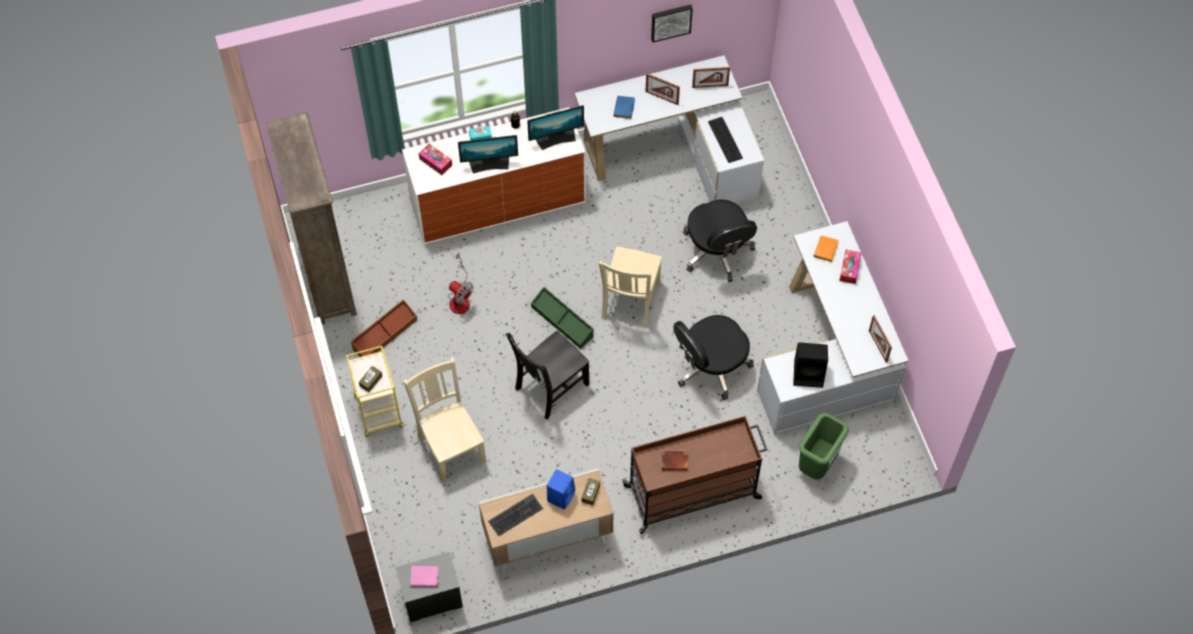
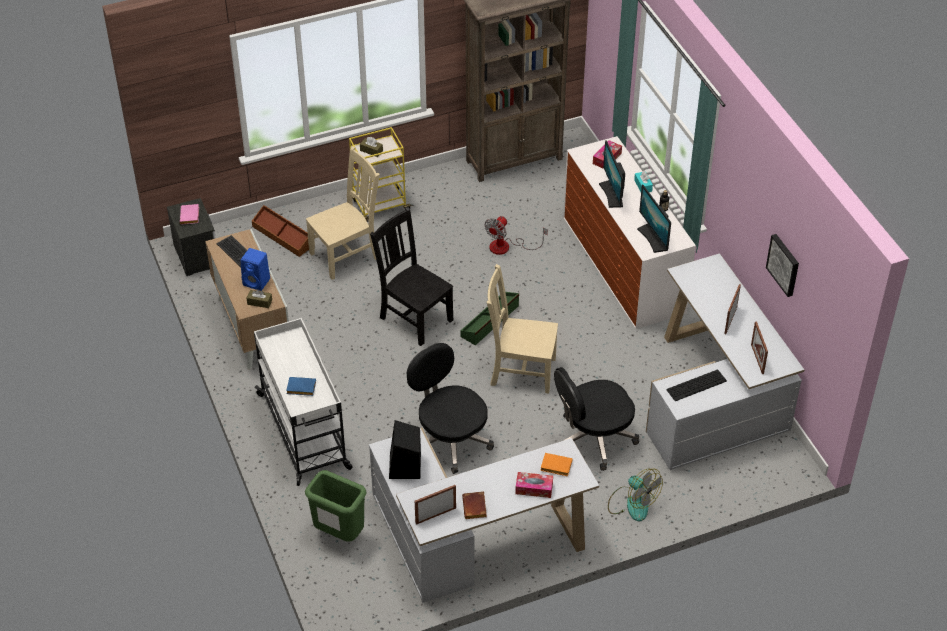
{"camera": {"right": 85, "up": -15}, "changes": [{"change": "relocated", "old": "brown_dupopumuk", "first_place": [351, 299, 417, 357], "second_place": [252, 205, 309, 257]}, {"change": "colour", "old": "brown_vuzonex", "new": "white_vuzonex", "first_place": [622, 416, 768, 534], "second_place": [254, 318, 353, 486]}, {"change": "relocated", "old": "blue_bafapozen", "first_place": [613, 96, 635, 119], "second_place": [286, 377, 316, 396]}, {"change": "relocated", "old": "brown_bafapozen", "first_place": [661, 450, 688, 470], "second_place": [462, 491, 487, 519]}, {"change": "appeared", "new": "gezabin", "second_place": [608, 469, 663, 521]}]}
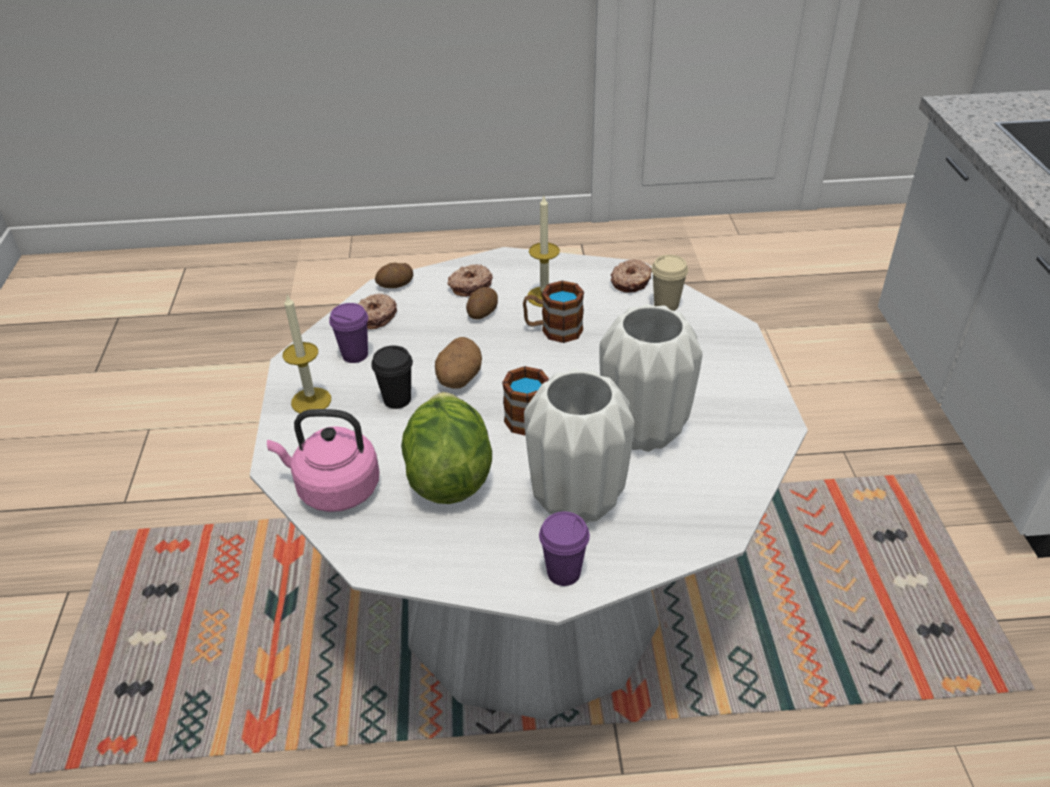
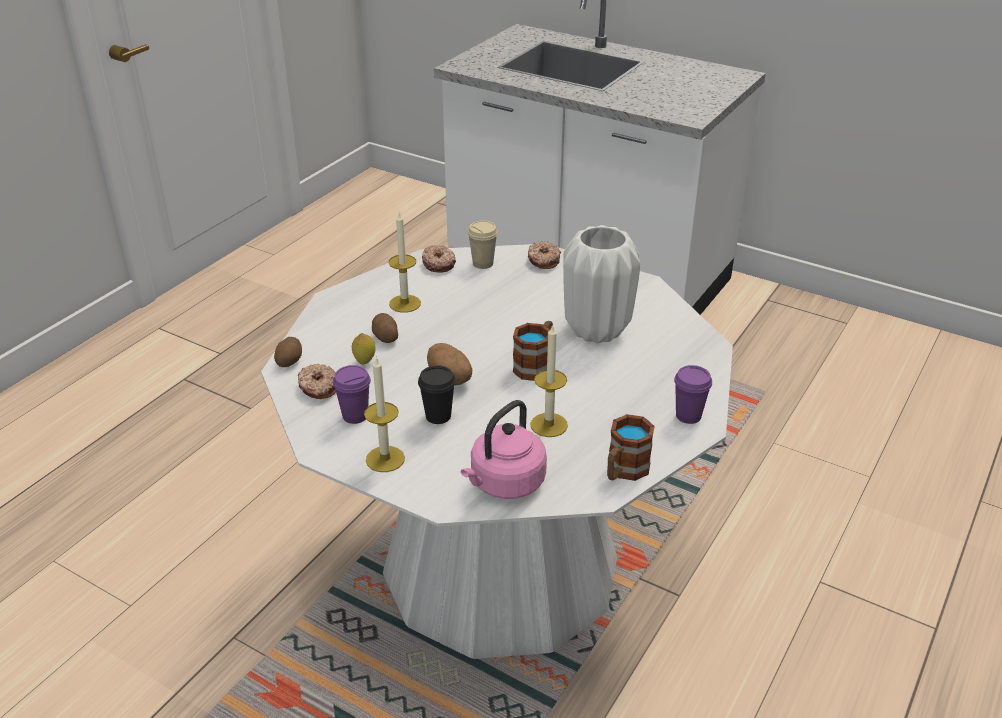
{"camera": {"right": -55, "up": -5}, "changes": [{"change": "appeared", "new": "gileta", "second_place": [352, 333, 376, 364]}, {"change": "relocated", "old": "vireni", "first_place": [447, 264, 493, 297], "second_place": [528, 241, 561, 269]}, {"change": "exchanged", "old": "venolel", "new": "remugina", "first_place": [401, 392, 492, 504], "second_place": [530, 324, 568, 437]}, {"change": "relocated", "old": "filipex", "first_place": [523, 281, 584, 343], "second_place": [607, 414, 655, 481]}, {"change": "missing", "old": "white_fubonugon", "first_place": [524, 369, 635, 523]}]}
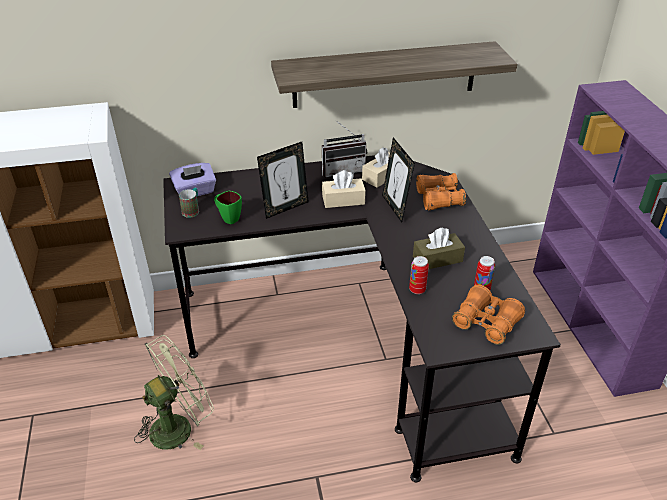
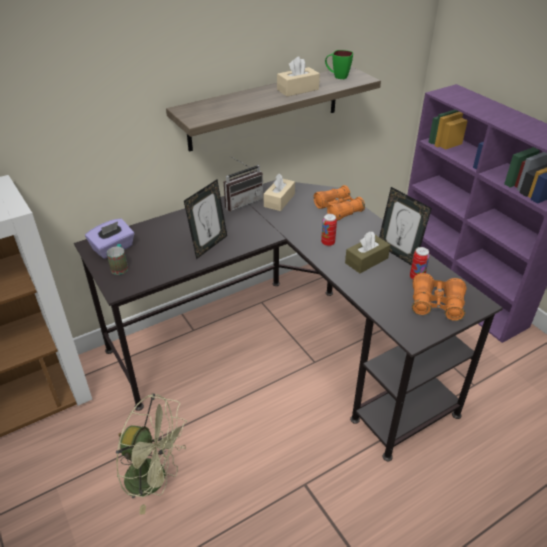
{"camera": {"right": -20, "up": 0}, "changes": [{"change": "spun", "old": "green_gezabin", "first_place": [134, 335, 214, 450], "second_place": [116, 394, 187, 515], "degrees": 75}, {"change": "relocated", "old": "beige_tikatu", "first_place": [322, 170, 366, 208], "second_place": [277, 56, 320, 97]}, {"change": "relocated", "old": "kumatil", "first_place": [409, 256, 429, 294], "second_place": [321, 214, 337, 246]}, {"change": "relocated", "old": "green_filipex", "first_place": [214, 191, 242, 224], "second_place": [325, 50, 353, 79]}, {"change": "relocated", "old": "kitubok", "first_place": [382, 137, 415, 222], "second_place": [379, 187, 432, 266]}]}
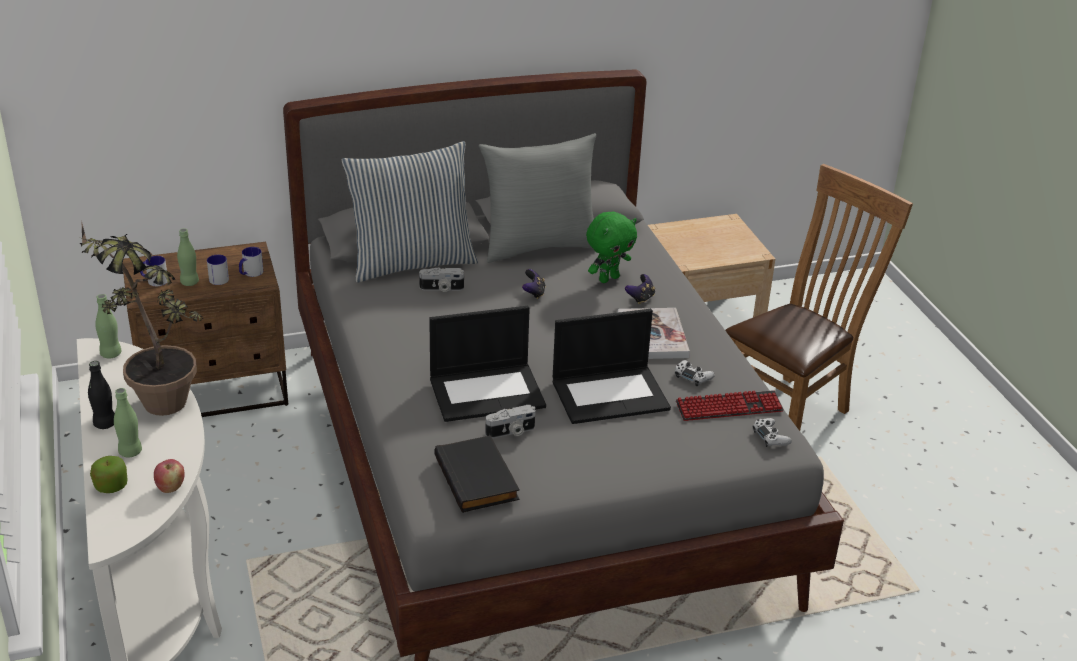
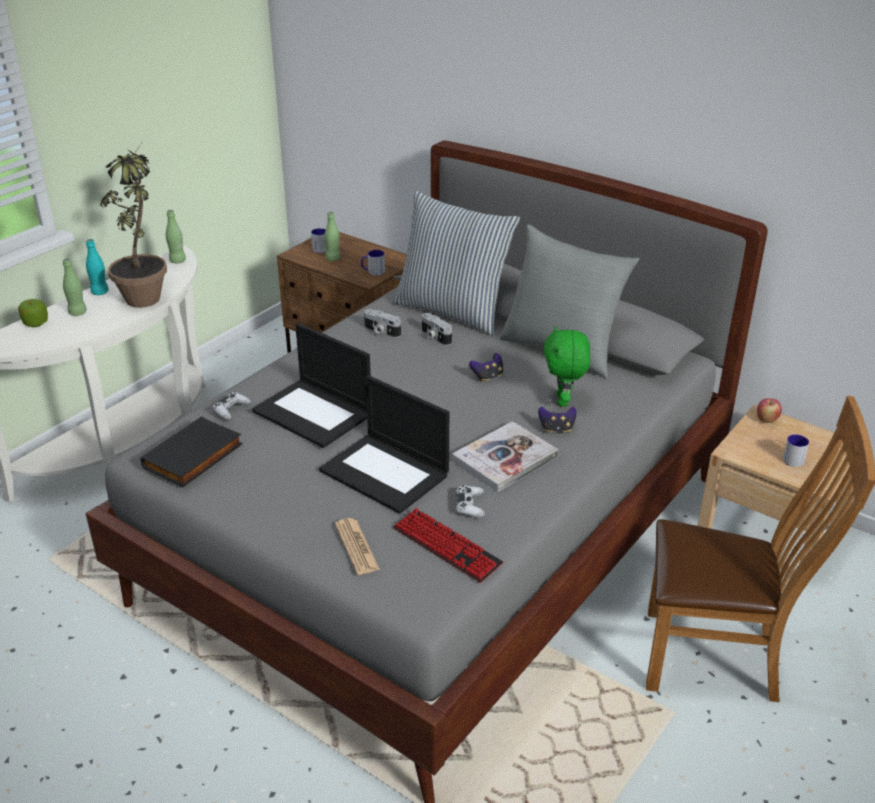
{"camera": {"right": 55, "up": 0}, "changes": [{"change": "colour", "old": "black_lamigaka", "new": "turquoise_lamigaka", "first_place": [88, 361, 115, 429], "second_place": [86, 239, 109, 295]}, {"change": "relocated", "old": "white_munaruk", "first_place": [753, 418, 792, 447], "second_place": [212, 392, 251, 420]}, {"change": "appeared", "new": "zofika", "second_place": [335, 518, 380, 575]}, {"change": "relocated", "old": "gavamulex", "first_place": [485, 405, 535, 438], "second_place": [364, 309, 401, 338]}, {"change": "spun", "old": "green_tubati", "first_place": [586, 212, 637, 283], "second_place": [544, 326, 590, 407], "degrees": 75}, {"change": "relocated", "old": "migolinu", "first_place": [154, 459, 185, 493], "second_place": [757, 398, 782, 423]}, {"change": "relocated", "old": "filipex", "first_place": [207, 255, 229, 285], "second_place": [783, 434, 809, 467]}]}
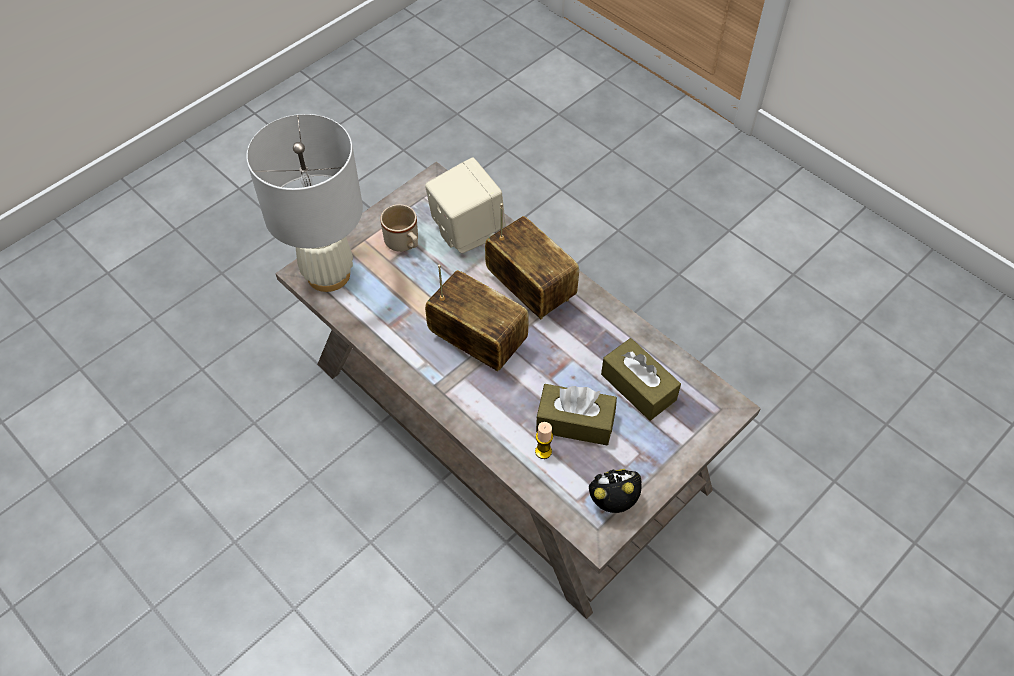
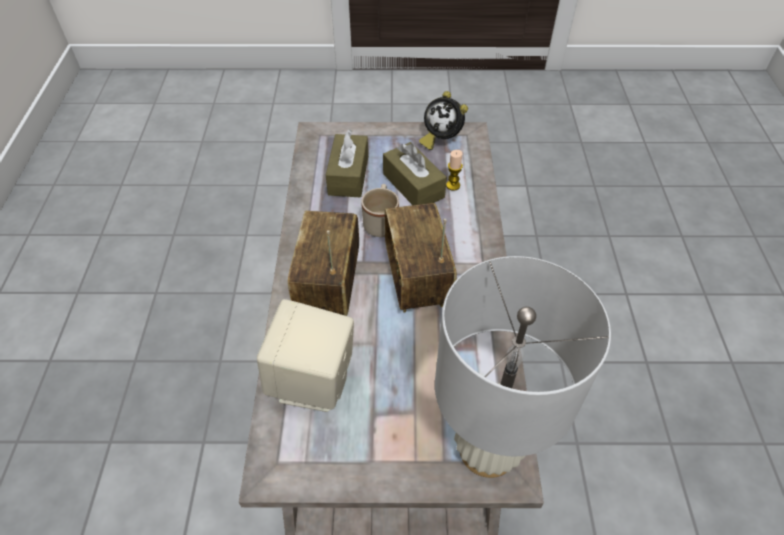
{"camera": {"right": -135, "up": -5}, "changes": [{"change": "relocated", "old": "beige_filipex", "first_place": [380, 204, 418, 252], "second_place": [361, 184, 399, 237]}]}
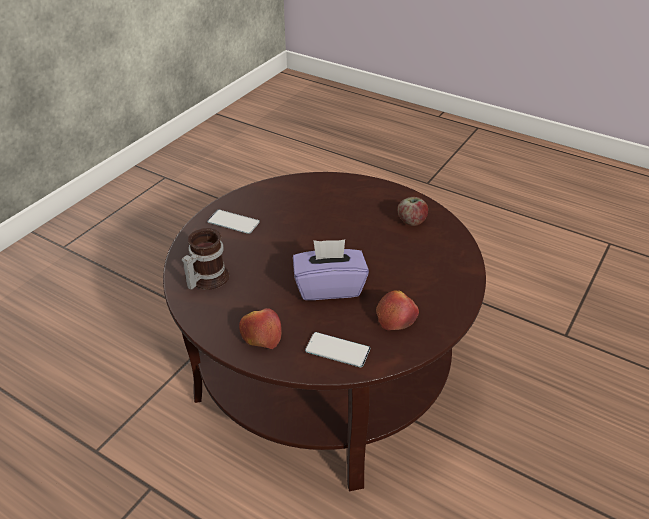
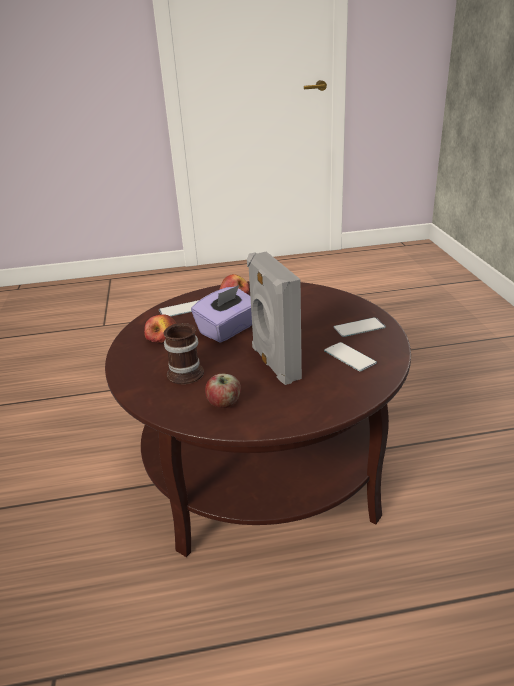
{"camera": {"right": 140, "up": -10}, "changes": [{"change": "relocated", "old": "filipex", "first_place": [182, 228, 229, 290], "second_place": [163, 323, 204, 384]}, {"change": "appeared", "new": "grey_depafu", "second_place": [247, 252, 302, 385]}, {"change": "appeared", "new": "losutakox", "second_place": [324, 342, 377, 372]}]}
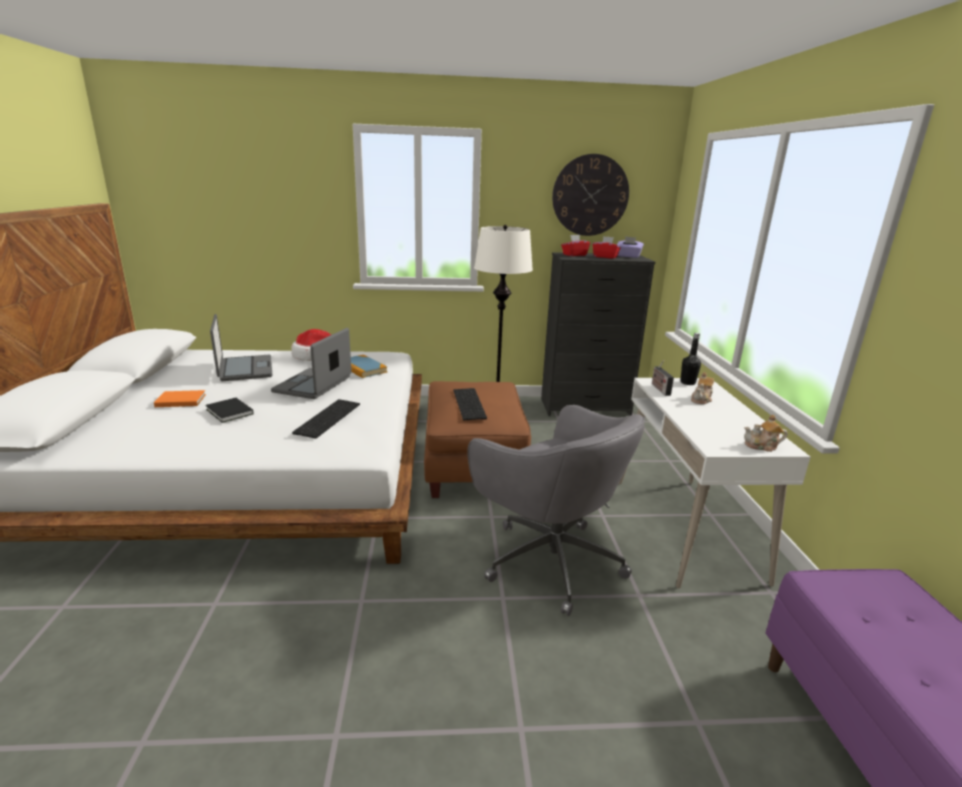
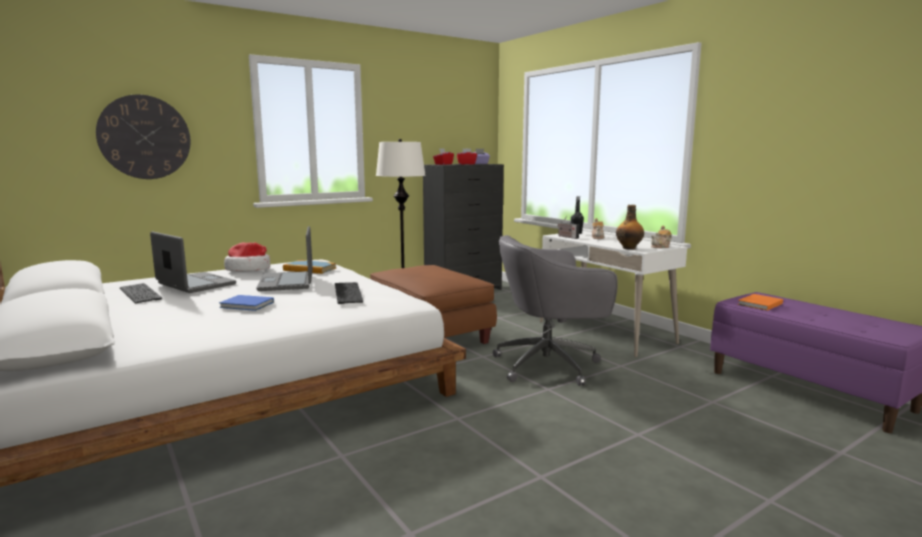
{"camera": {"right": -30, "up": -10}, "changes": [{"change": "relocated", "old": "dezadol", "first_place": [552, 154, 629, 236], "second_place": [96, 94, 190, 179]}, {"change": "relocated", "old": "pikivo", "first_place": [453, 388, 487, 420], "second_place": [120, 283, 162, 303]}, {"change": "colour", "old": "black_bafapozen", "new": "blue_bafapozen", "first_place": [205, 398, 254, 423], "second_place": [219, 295, 274, 311]}, {"change": "spun", "old": "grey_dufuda", "first_place": [467, 405, 645, 616], "second_place": [493, 235, 618, 386], "degrees": 150}, {"change": "appeared", "new": "lamigaka", "second_place": [616, 205, 644, 250]}, {"change": "relocated", "old": "orange_bafapozen", "first_place": [154, 390, 206, 407], "second_place": [738, 294, 783, 311]}]}
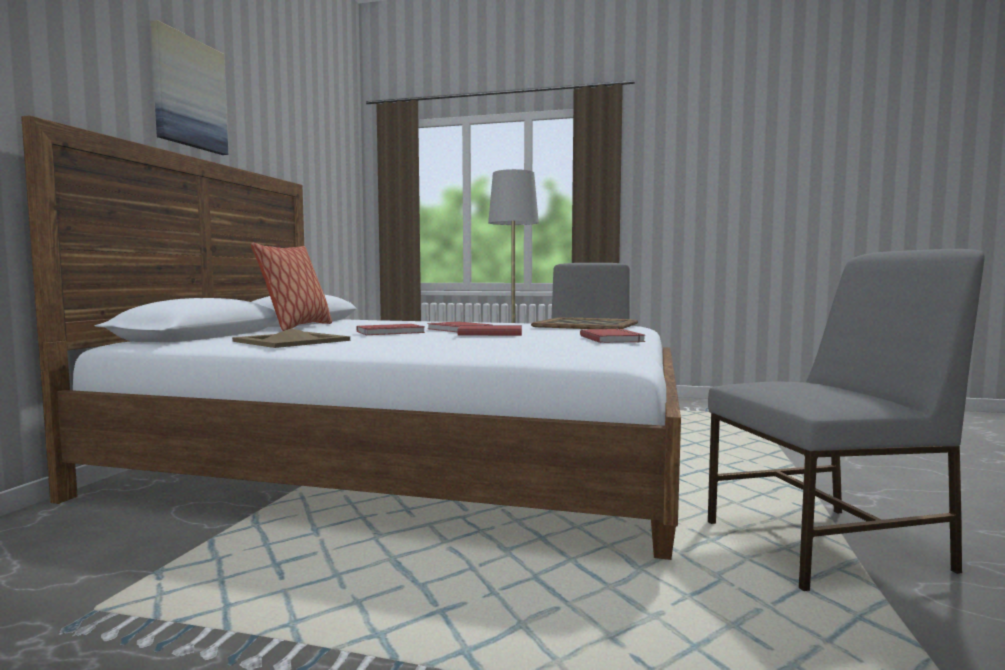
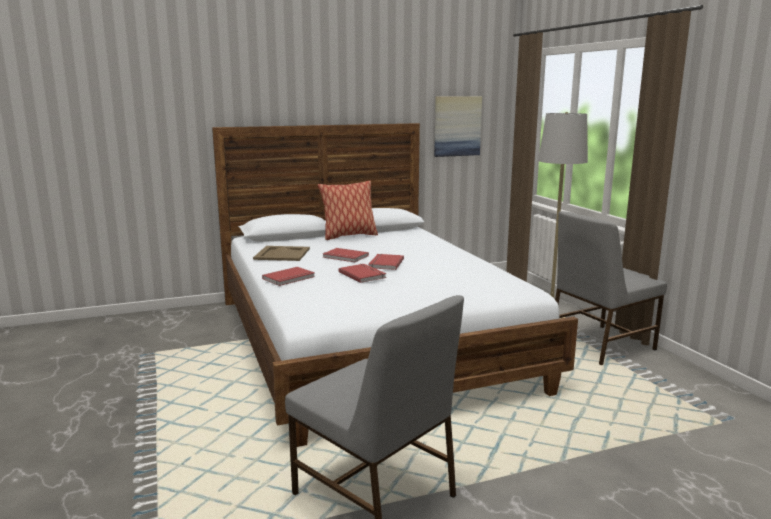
{"camera": {"right": 55, "up": 10}, "changes": [{"change": "relocated", "old": "red_bafapozen", "first_place": [580, 329, 646, 343], "second_place": [262, 267, 315, 286]}, {"change": "relocated", "old": "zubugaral", "first_place": [151, 20, 228, 155], "second_place": [434, 96, 482, 157]}, {"change": "missing", "old": "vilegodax", "first_place": [531, 317, 638, 329]}]}
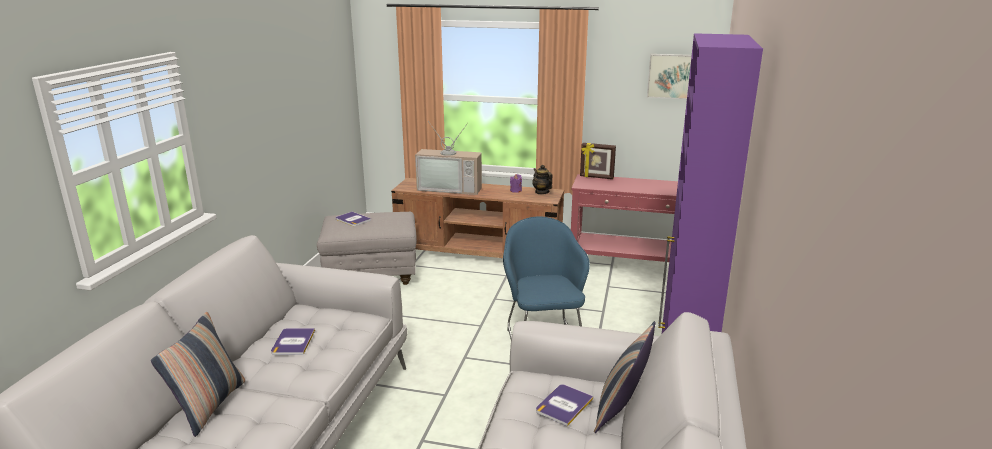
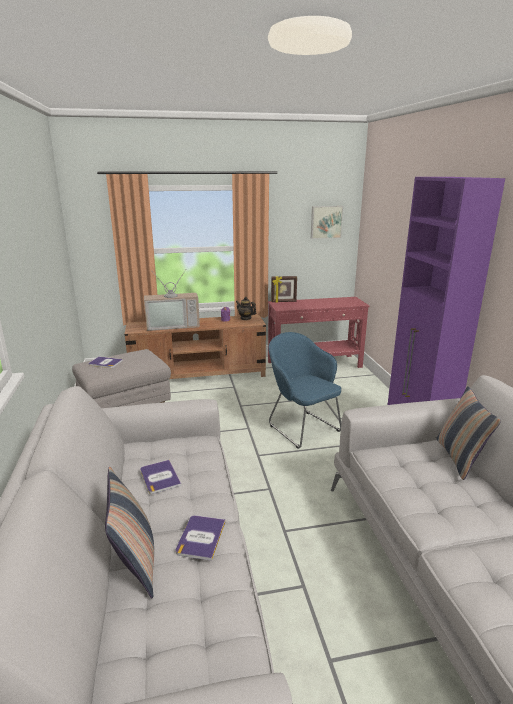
{"camera": {"right": -25, "up": 0}, "changes": [{"change": "relocated", "old": "bafapozen", "first_place": [536, 384, 593, 426], "second_place": [176, 515, 225, 561]}]}
